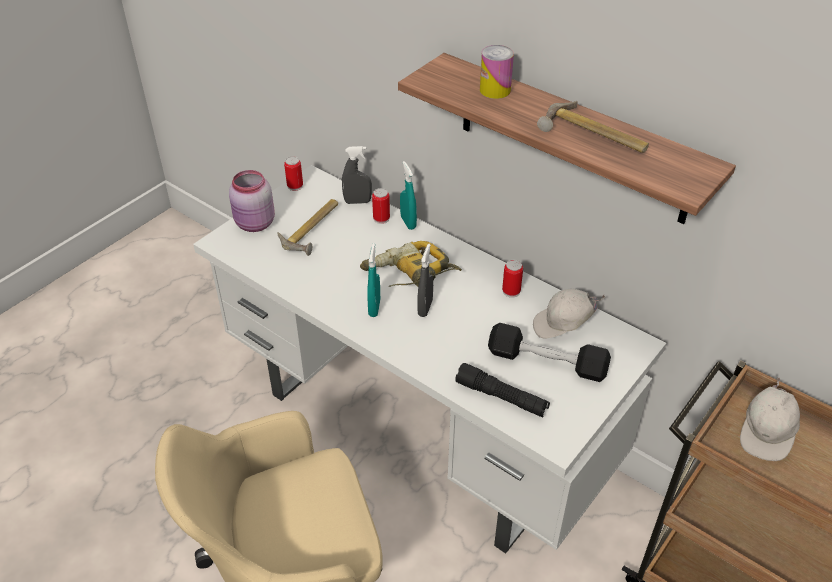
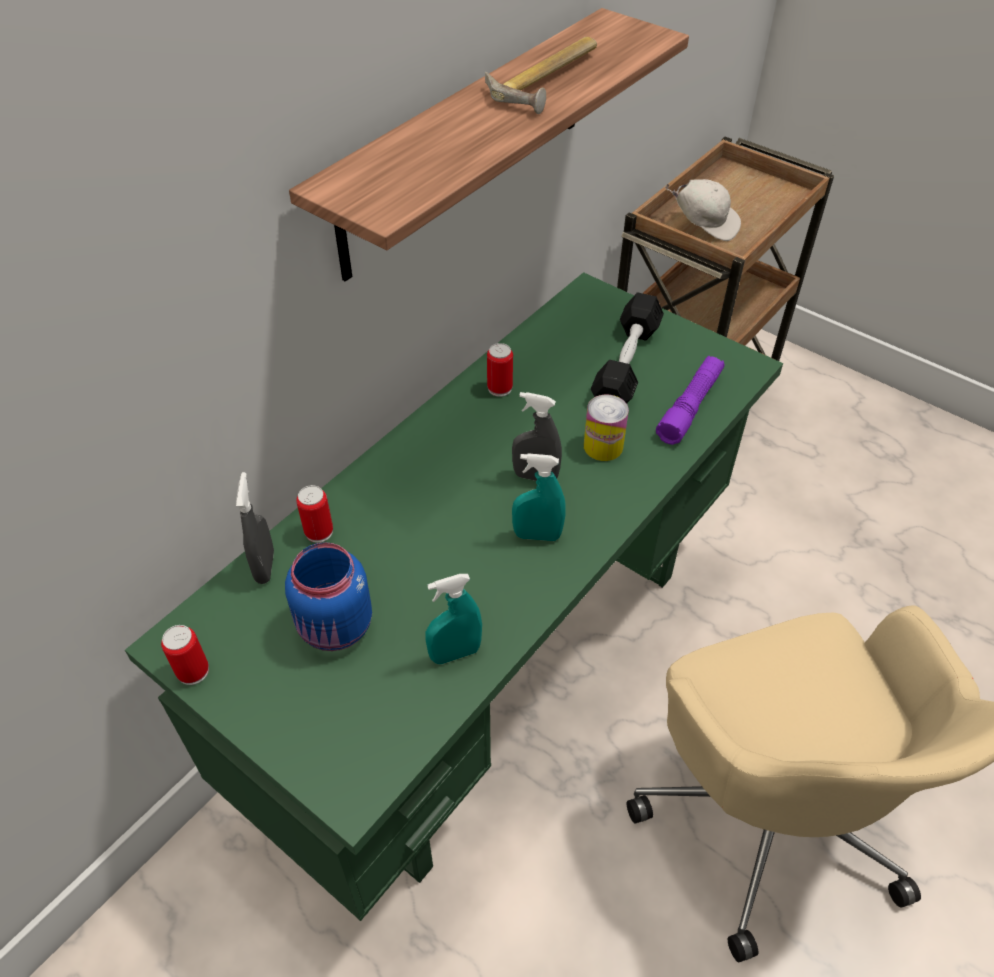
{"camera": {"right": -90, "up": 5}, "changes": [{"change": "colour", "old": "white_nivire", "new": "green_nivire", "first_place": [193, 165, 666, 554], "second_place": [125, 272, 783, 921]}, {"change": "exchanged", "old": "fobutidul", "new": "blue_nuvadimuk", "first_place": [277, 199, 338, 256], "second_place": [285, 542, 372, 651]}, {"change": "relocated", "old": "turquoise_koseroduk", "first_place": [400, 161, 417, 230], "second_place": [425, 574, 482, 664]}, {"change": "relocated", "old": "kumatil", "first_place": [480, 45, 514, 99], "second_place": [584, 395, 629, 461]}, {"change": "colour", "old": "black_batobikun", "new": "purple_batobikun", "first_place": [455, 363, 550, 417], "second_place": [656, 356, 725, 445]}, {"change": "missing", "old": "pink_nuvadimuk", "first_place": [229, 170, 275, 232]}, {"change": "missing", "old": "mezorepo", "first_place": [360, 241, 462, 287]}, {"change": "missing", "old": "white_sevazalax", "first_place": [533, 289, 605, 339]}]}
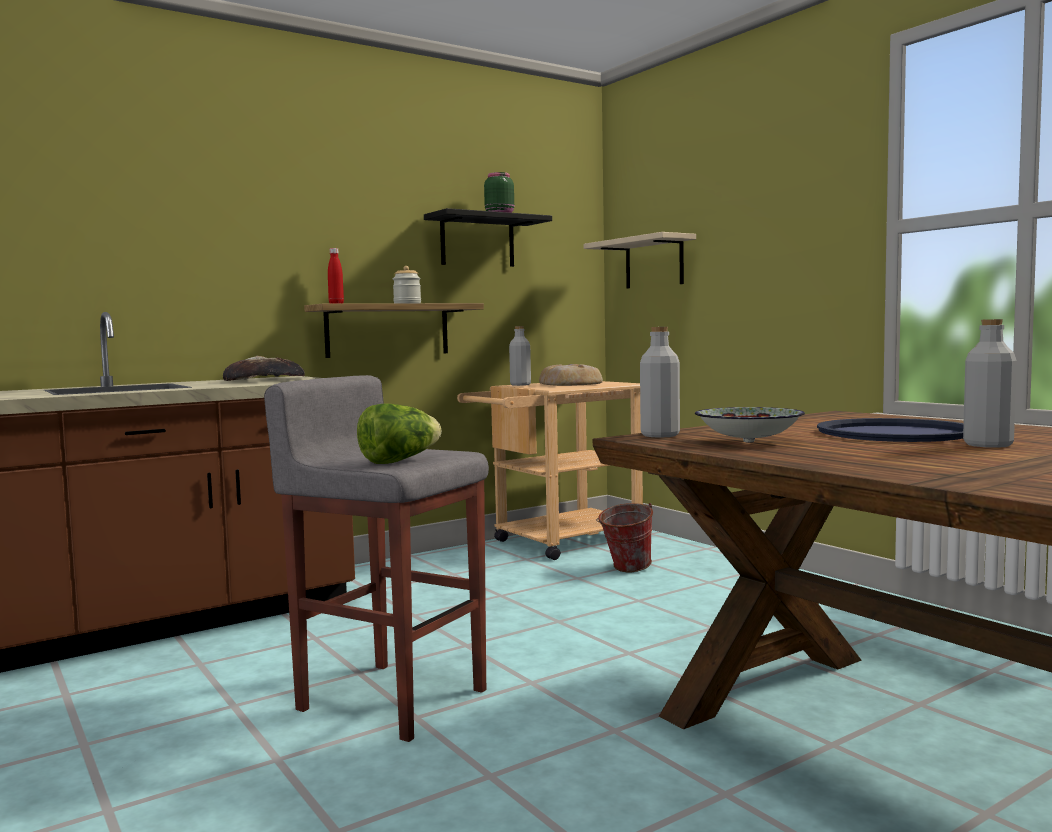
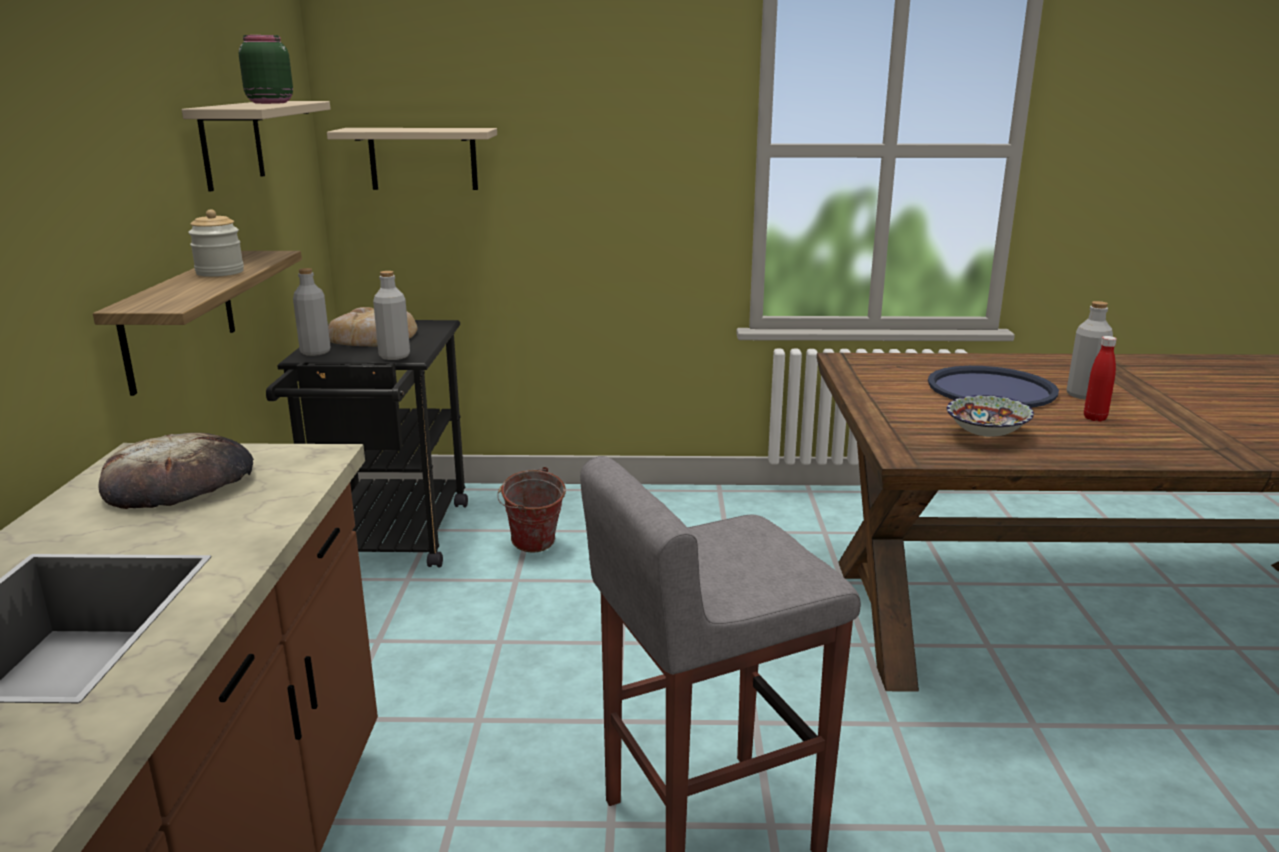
{"camera": {"right": -55, "up": 15}, "changes": [{"change": "colour", "old": "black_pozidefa", "new": "beige_pozidefa", "first_place": [424, 208, 552, 267], "second_place": [182, 101, 331, 192]}, {"change": "colour", "old": "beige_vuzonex", "new": "black_vuzonex", "first_place": [457, 381, 643, 560], "second_place": [266, 320, 468, 568]}, {"change": "relocated", "old": "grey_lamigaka", "first_place": [640, 327, 680, 437], "second_place": [373, 271, 410, 360]}, {"change": "relocated", "old": "red_lamigaka", "first_place": [328, 248, 344, 304], "second_place": [1084, 336, 1117, 422]}, {"change": "missing", "old": "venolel", "first_place": [357, 403, 441, 464]}]}
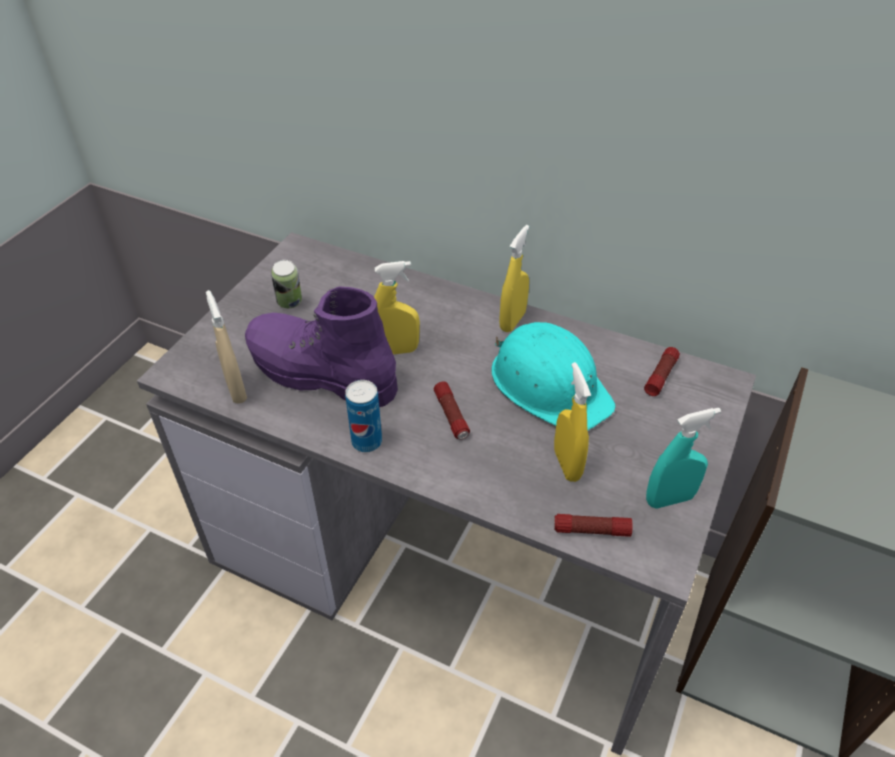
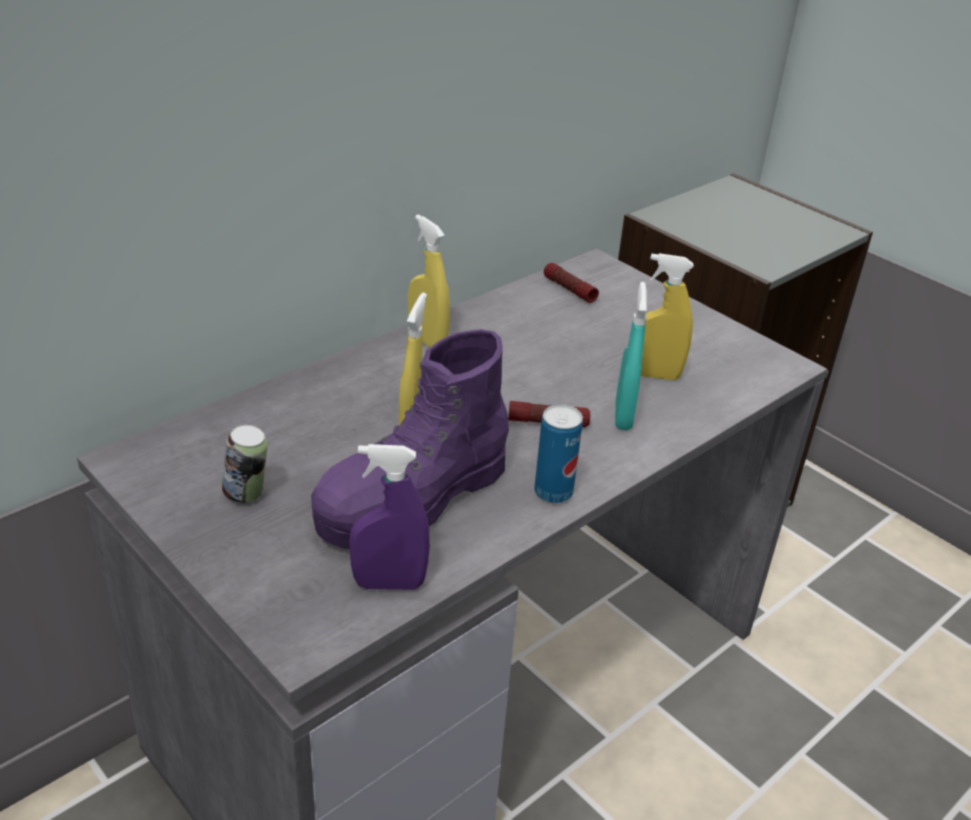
{"camera": {"right": -70, "up": -10}, "changes": [{"change": "colour", "old": "beige_koseroduk", "new": "purple_koseroduk", "first_place": [206, 290, 247, 404], "second_place": [349, 444, 430, 590]}, {"change": "relocated", "old": "turquoise_koseroduk", "first_place": [646, 408, 721, 508], "second_place": [615, 282, 647, 430]}, {"change": "missing", "old": "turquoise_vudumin", "first_place": [492, 322, 616, 430]}, {"change": "missing", "old": "batobikun", "first_place": [554, 514, 633, 537]}]}
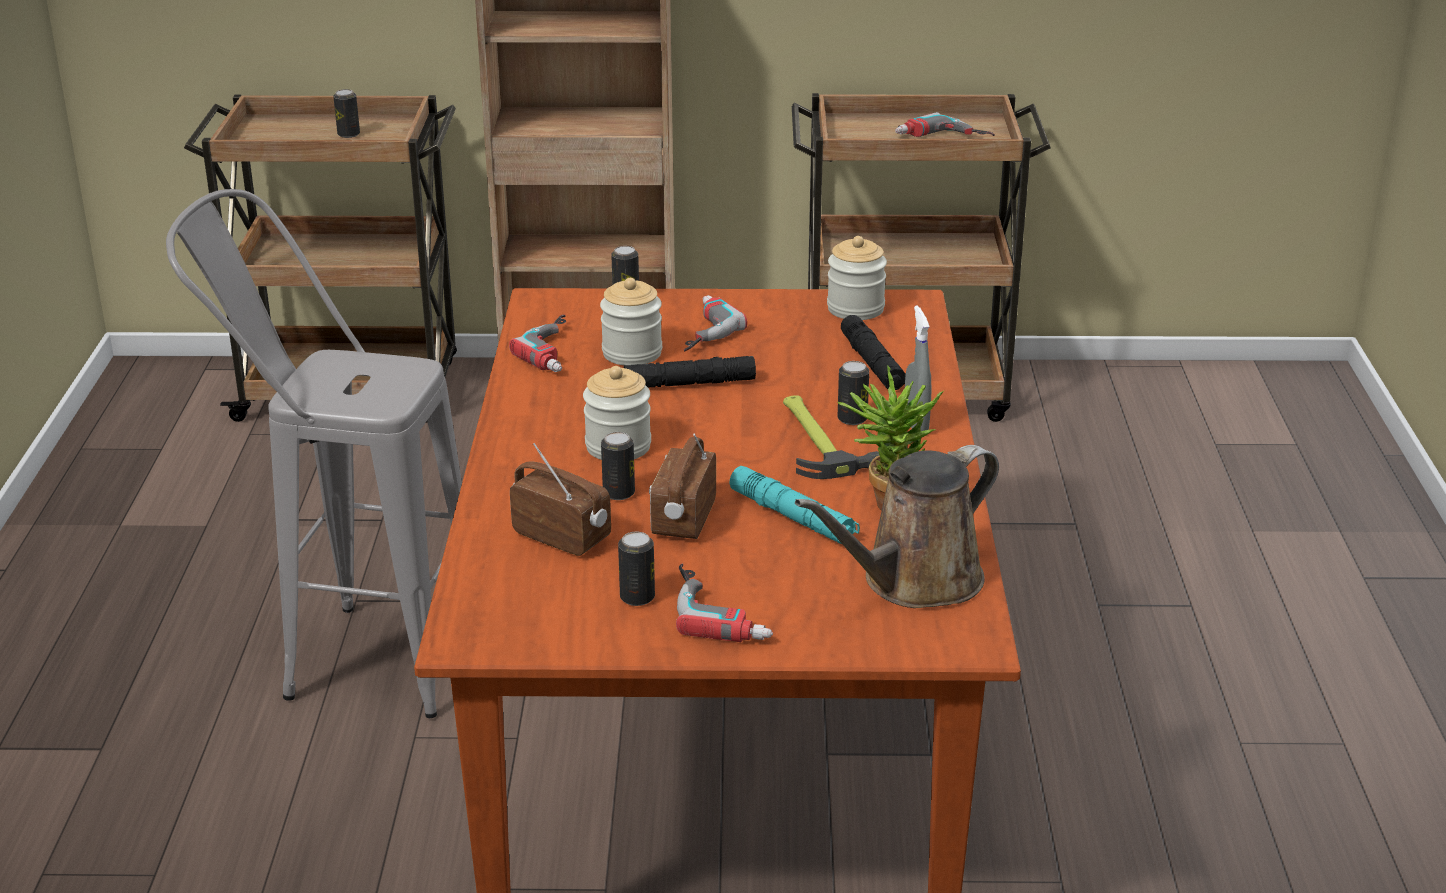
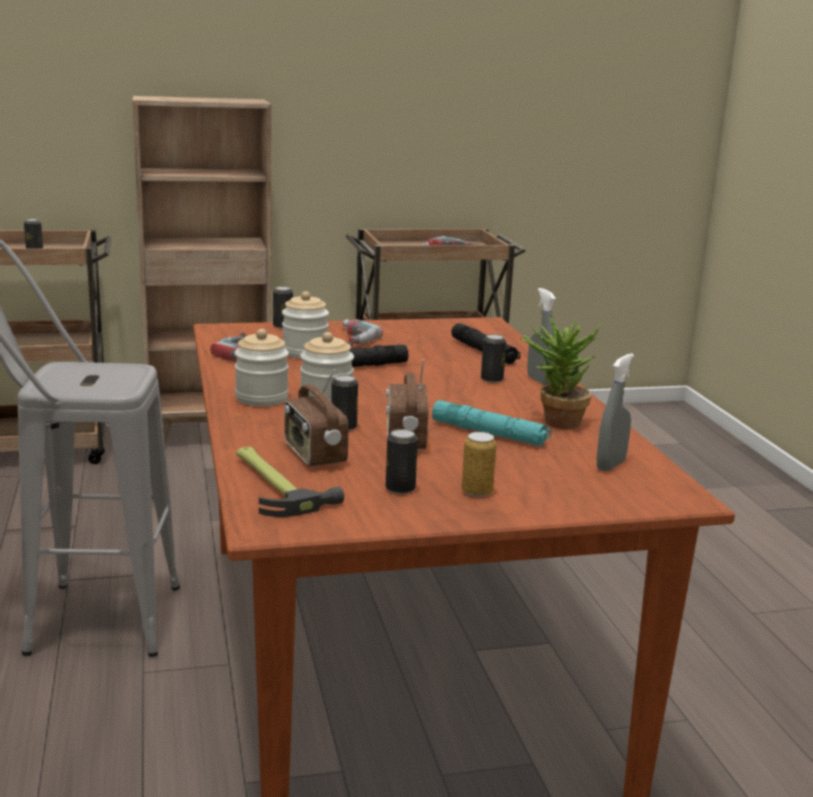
{"camera": {"right": -15, "up": -10}, "changes": [{"change": "relocated", "old": "nuvadimuk", "first_place": [827, 236, 887, 320], "second_place": [235, 329, 289, 406]}, {"change": "relocated", "old": "fobutidul", "first_place": [783, 395, 879, 479], "second_place": [236, 447, 344, 517]}, {"change": "spun", "old": "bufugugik", "first_place": [510, 443, 611, 556], "second_place": [284, 369, 349, 467], "degrees": -135}, {"change": "exchanged", "old": "mezorepo", "new": "kumatil", "first_place": [676, 564, 773, 642], "second_place": [462, 432, 497, 497]}, {"change": "exchanged", "old": "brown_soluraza", "new": "grey_koseroduk", "first_place": [795, 445, 999, 608], "second_place": [597, 353, 634, 471]}]}
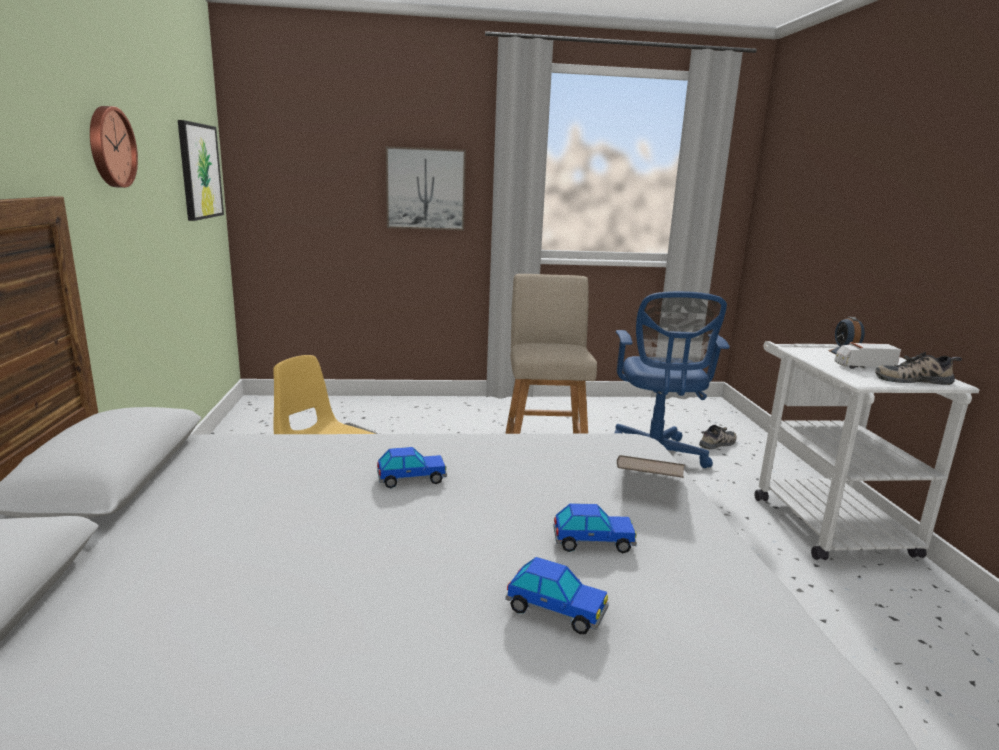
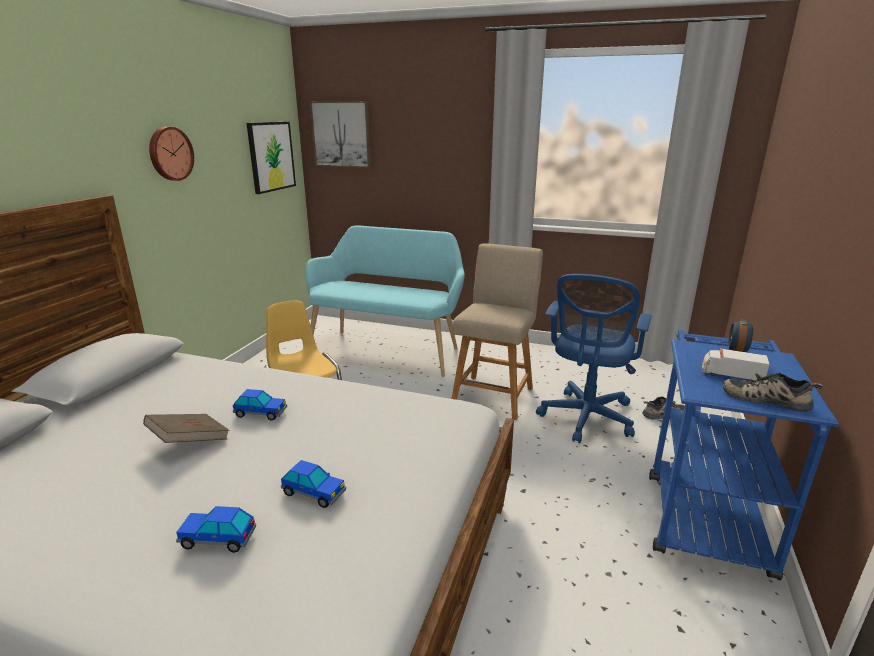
{"camera": {"right": 25, "up": 5}, "changes": [{"change": "relocated", "old": "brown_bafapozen", "first_place": [617, 455, 685, 478], "second_place": [143, 414, 230, 443]}, {"change": "spun", "old": "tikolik", "first_place": [506, 557, 609, 634], "second_place": [176, 506, 256, 553], "degrees": 135}, {"change": "appeared", "new": "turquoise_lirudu", "second_place": [306, 225, 465, 377]}, {"change": "relocated", "old": "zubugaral", "first_place": [386, 146, 466, 230], "second_place": [310, 101, 371, 168]}, {"change": "colour", "old": "white_vuzonex", "new": "blue_vuzonex", "first_place": [754, 341, 979, 560], "second_place": [649, 330, 839, 580]}]}
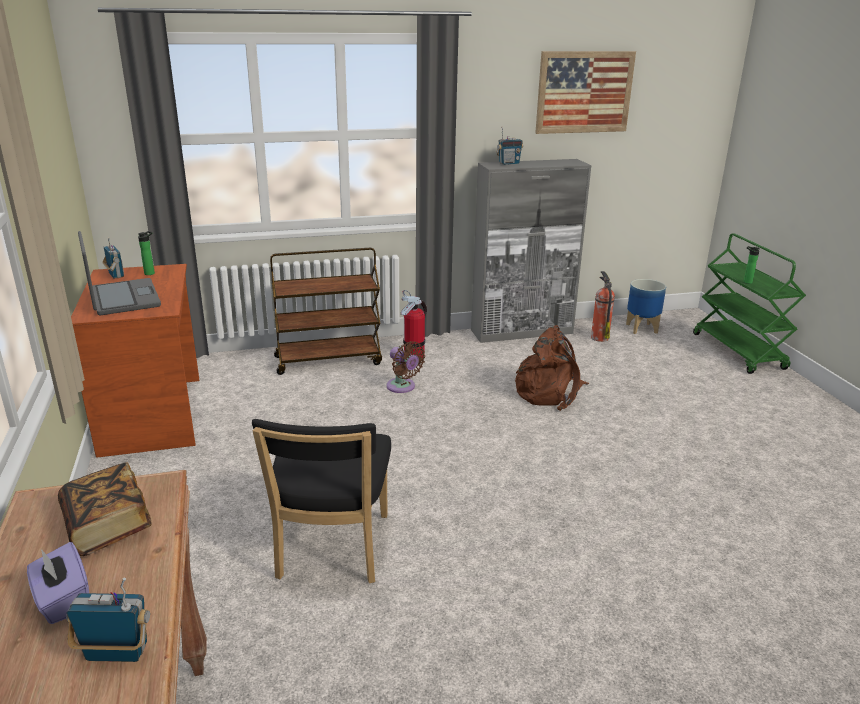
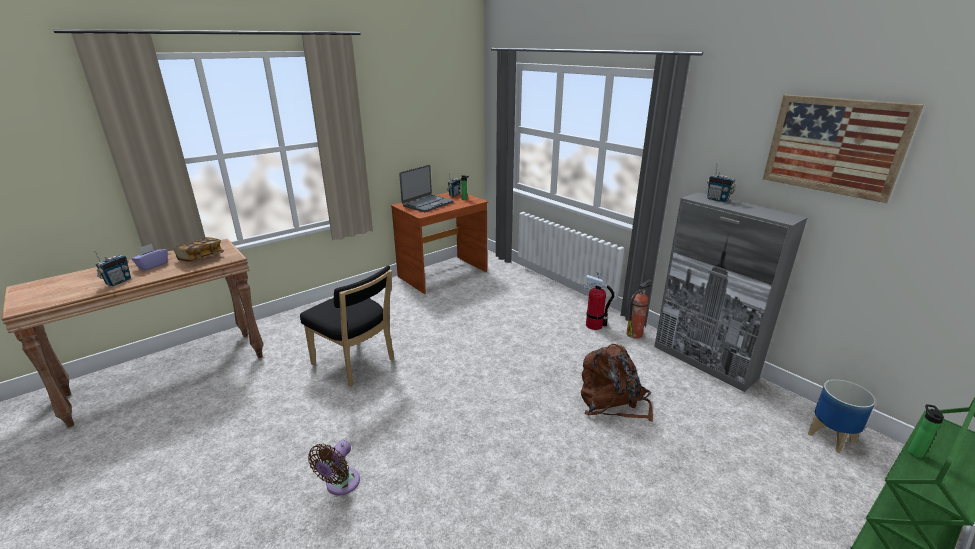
{"camera": {"right": 65, "up": 0}, "changes": [{"change": "spun", "old": "bufugugik", "first_place": [66, 578, 150, 662], "second_place": [93, 250, 131, 286], "degrees": 45}, {"change": "spun", "old": "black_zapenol", "first_place": [252, 419, 391, 583], "second_place": [300, 266, 394, 386], "degrees": -120}, {"change": "relocated", "old": "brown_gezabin", "first_place": [386, 341, 425, 393], "second_place": [308, 440, 360, 496]}, {"change": "relocated", "old": "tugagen", "first_place": [591, 271, 615, 342], "second_place": [627, 279, 652, 339]}, {"change": "missing", "old": "brown_vuzonex", "first_place": [270, 248, 382, 375]}]}
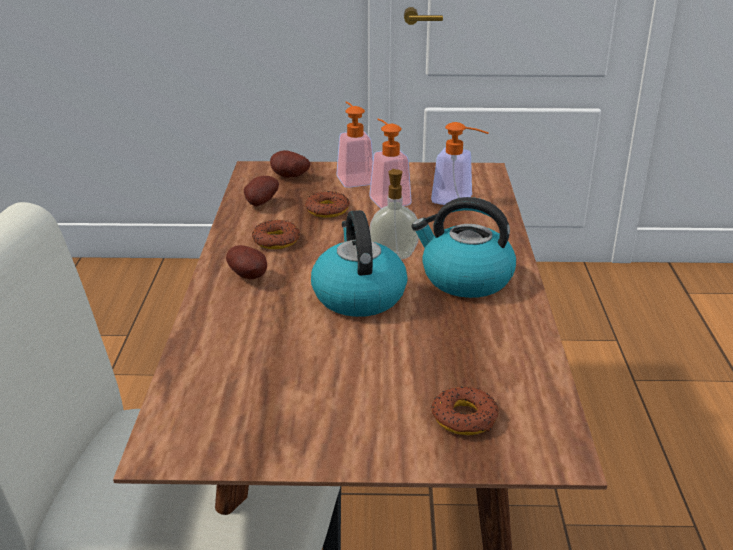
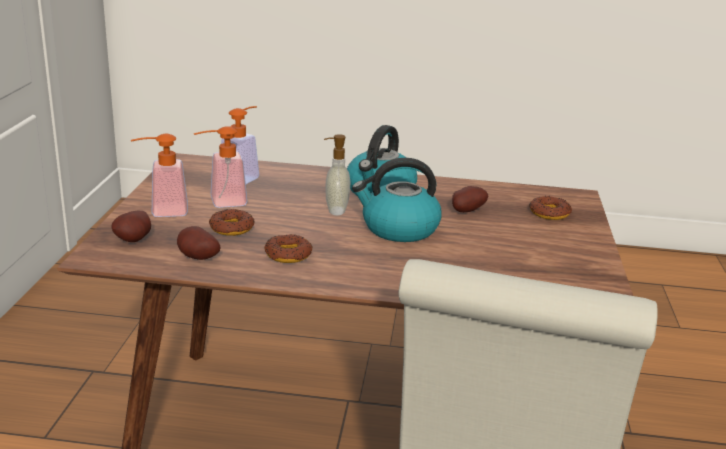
{"camera": {"right": -85, "up": -5}, "changes": [{"change": "relocated", "old": "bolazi", "first_place": [226, 245, 267, 279], "second_place": [452, 186, 488, 212]}]}
